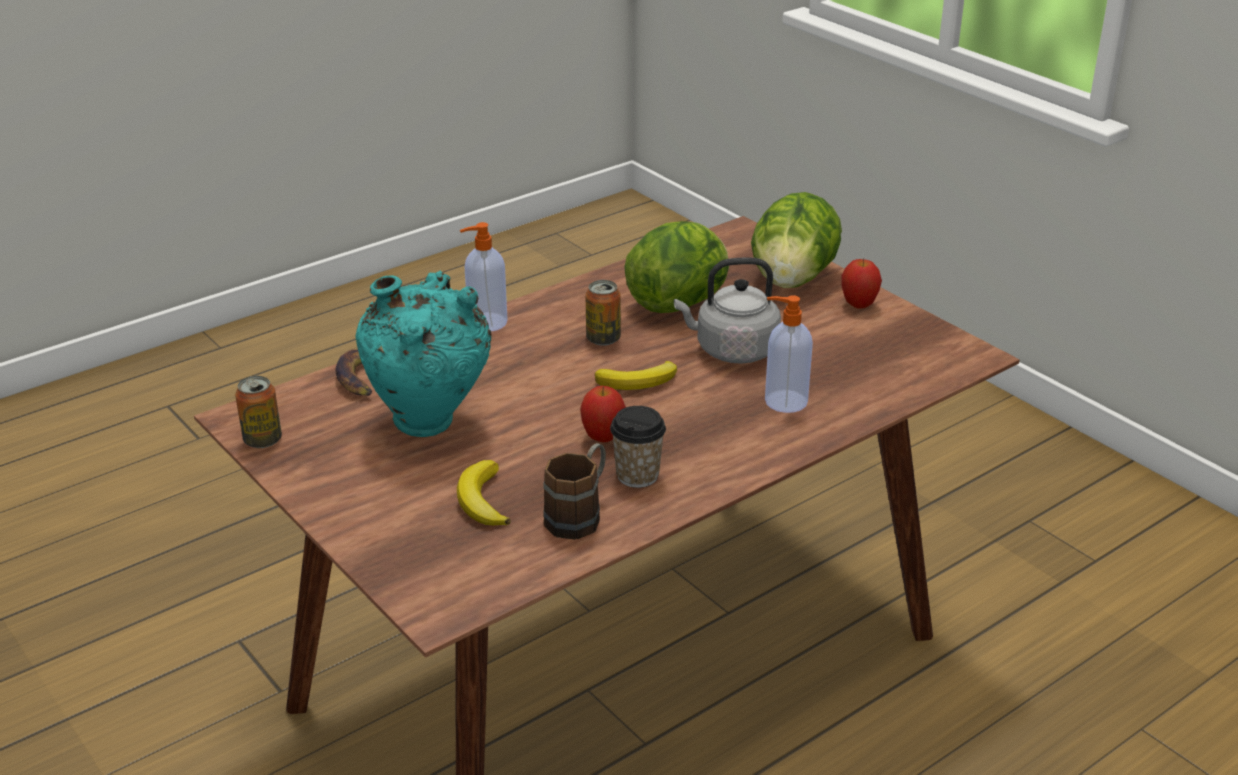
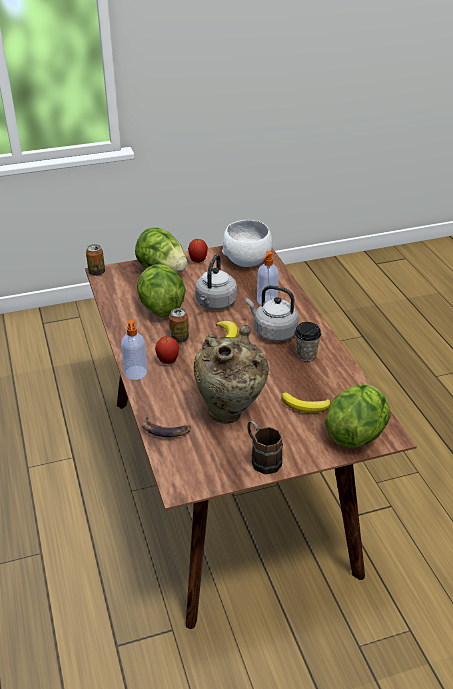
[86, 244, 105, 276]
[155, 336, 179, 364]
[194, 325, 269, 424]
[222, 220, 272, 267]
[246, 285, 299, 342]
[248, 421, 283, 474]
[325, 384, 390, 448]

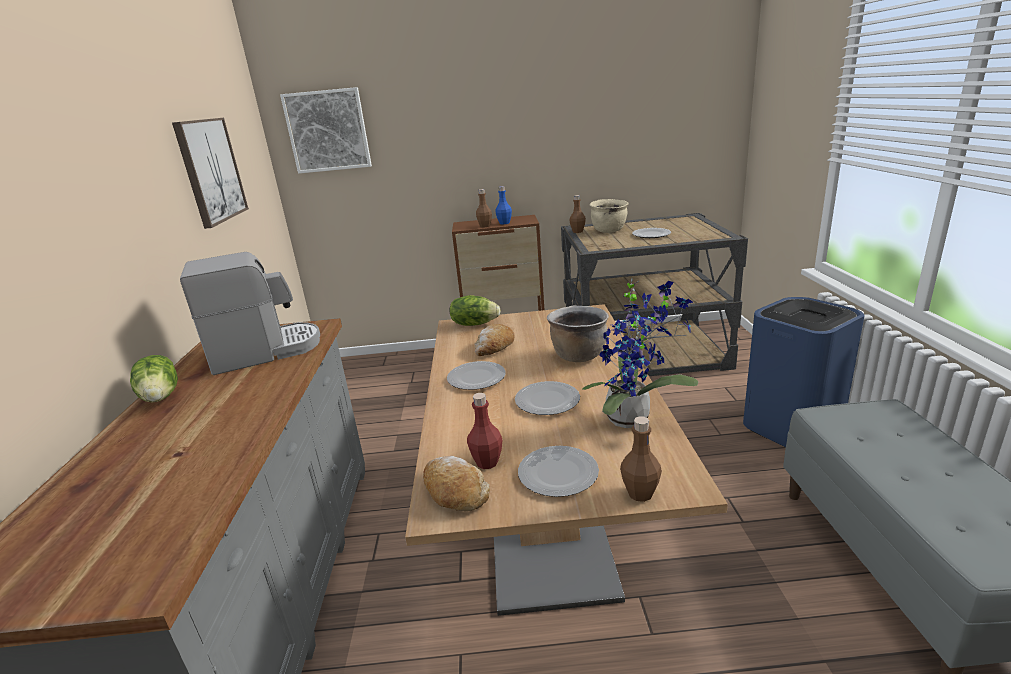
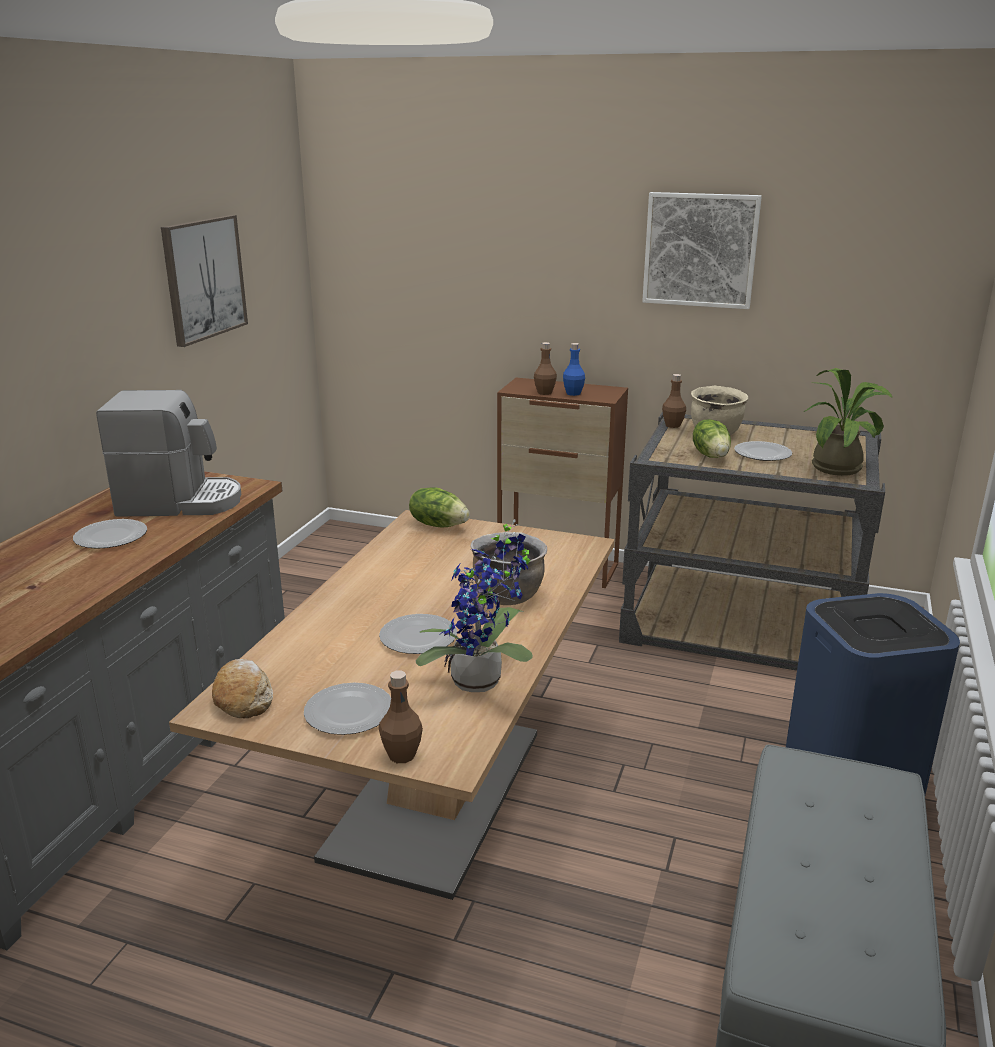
[73, 519, 147, 549]
[642, 192, 762, 309]
[693, 419, 731, 458]
[803, 368, 892, 476]
[467, 393, 503, 469] (first image)
[475, 324, 515, 356] (first image)

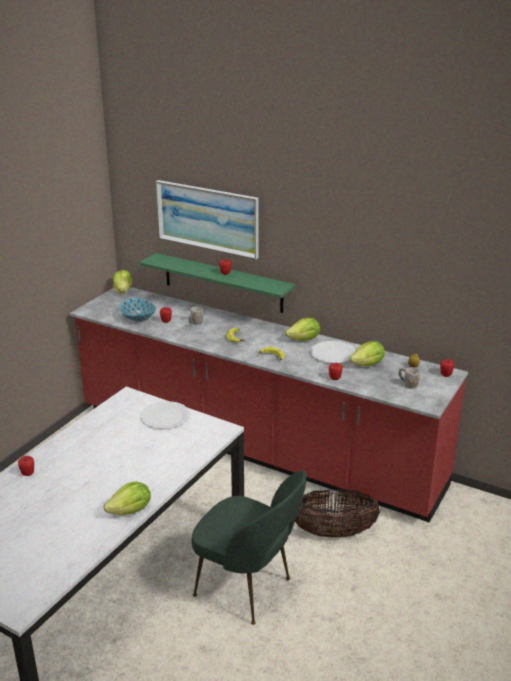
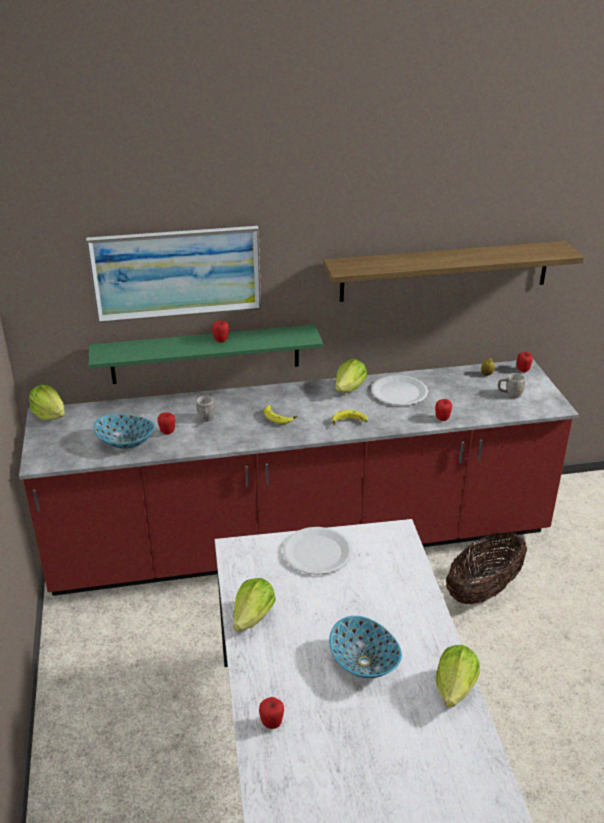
[233, 578, 276, 631]
[323, 241, 584, 302]
[329, 616, 402, 678]
[192, 470, 306, 625] (first image)

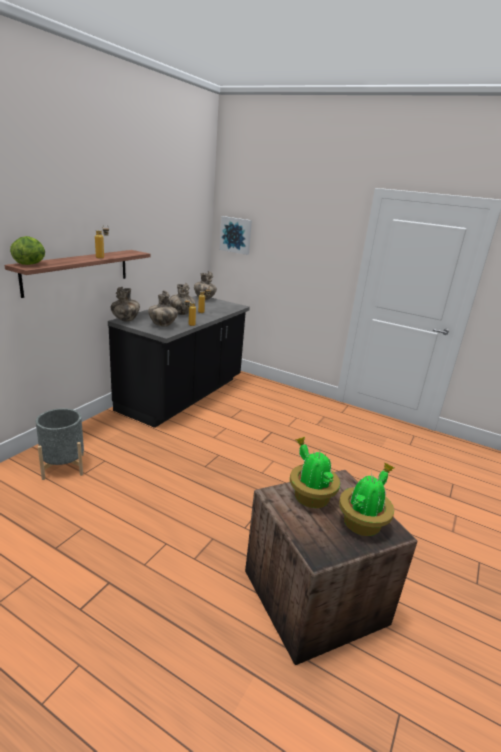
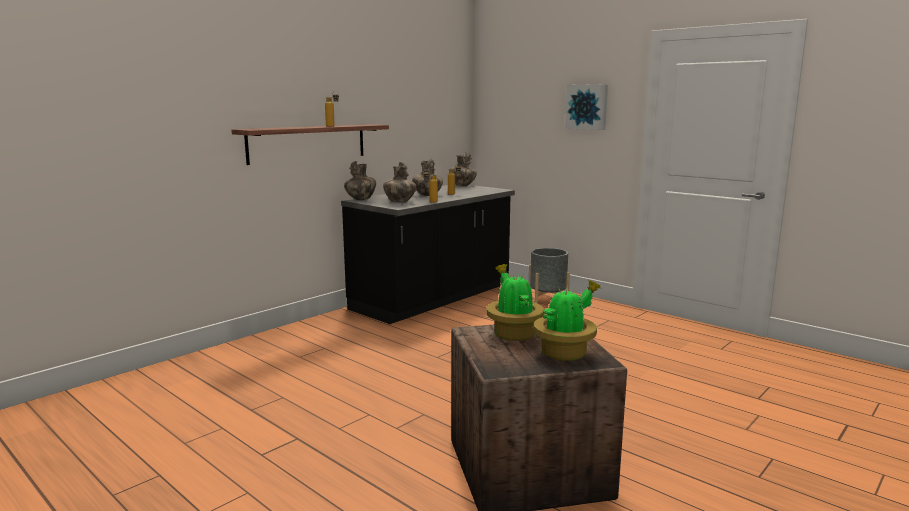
[529, 248, 570, 303]
[565, 84, 608, 130]
[10, 236, 45, 265] (first image)

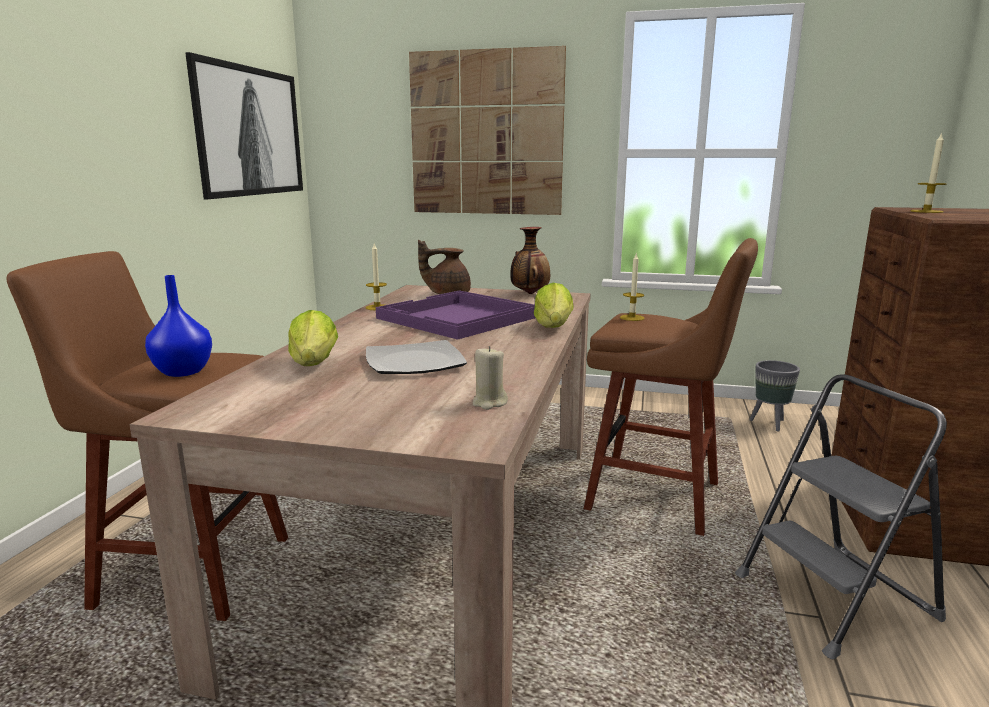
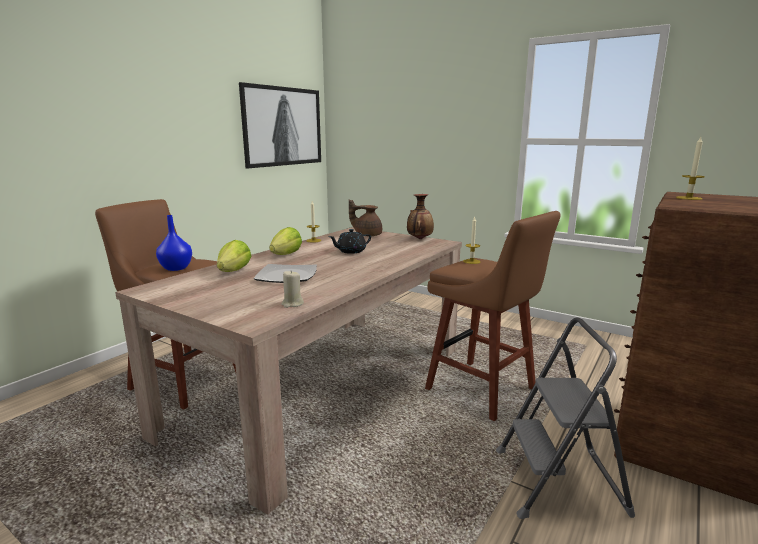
[269, 227, 302, 255]
[328, 229, 371, 254]
[409, 46, 566, 215] (first image)
[749, 360, 800, 432] (first image)

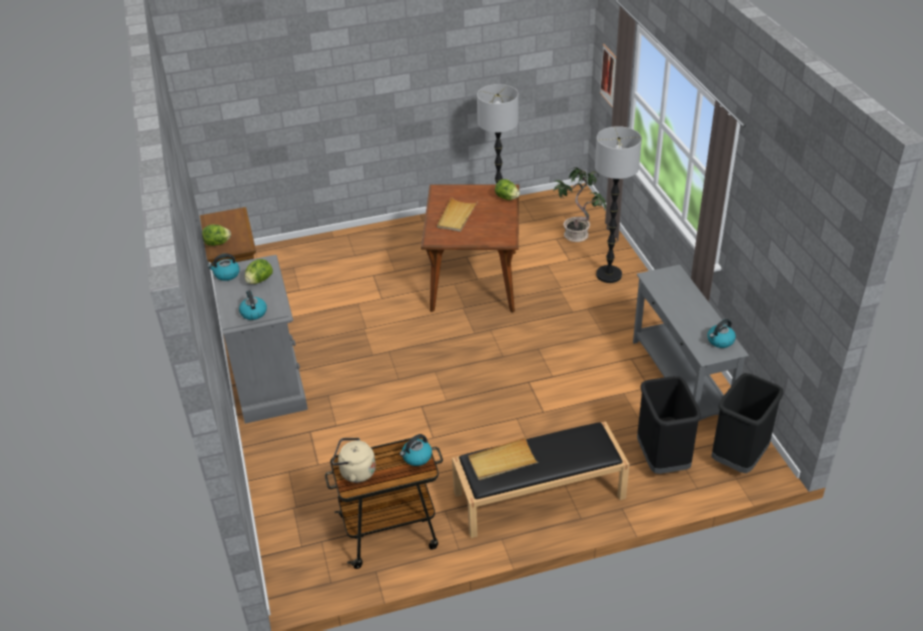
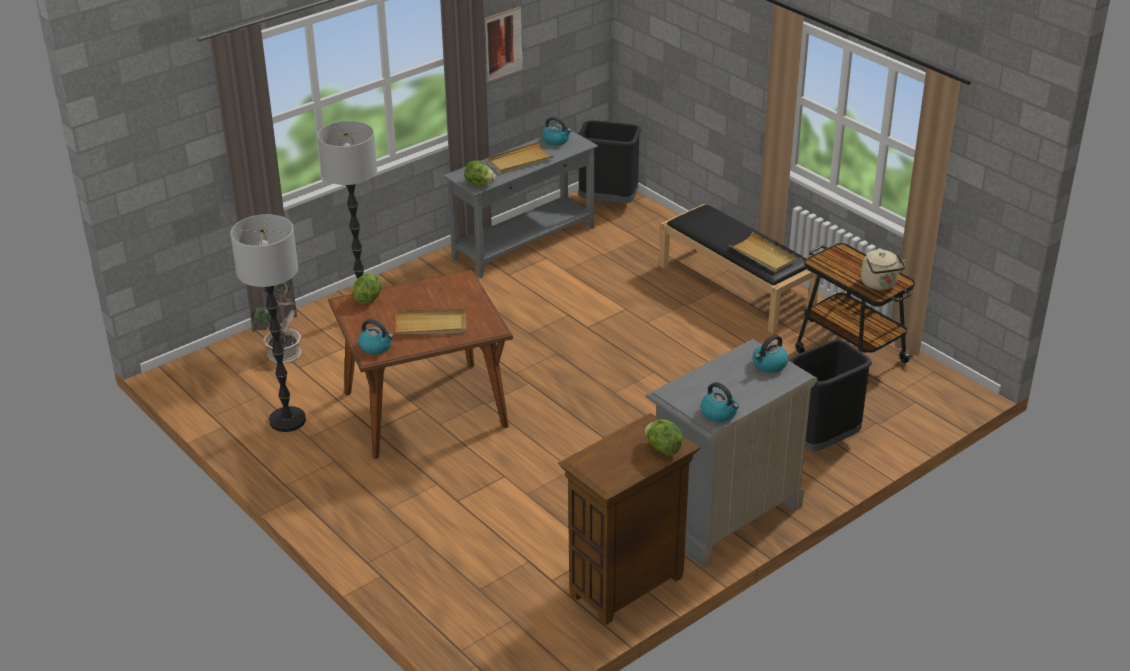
[358, 319, 393, 354]
[464, 160, 496, 186]
[485, 6, 523, 82]
[487, 142, 554, 174]
[789, 339, 872, 452]

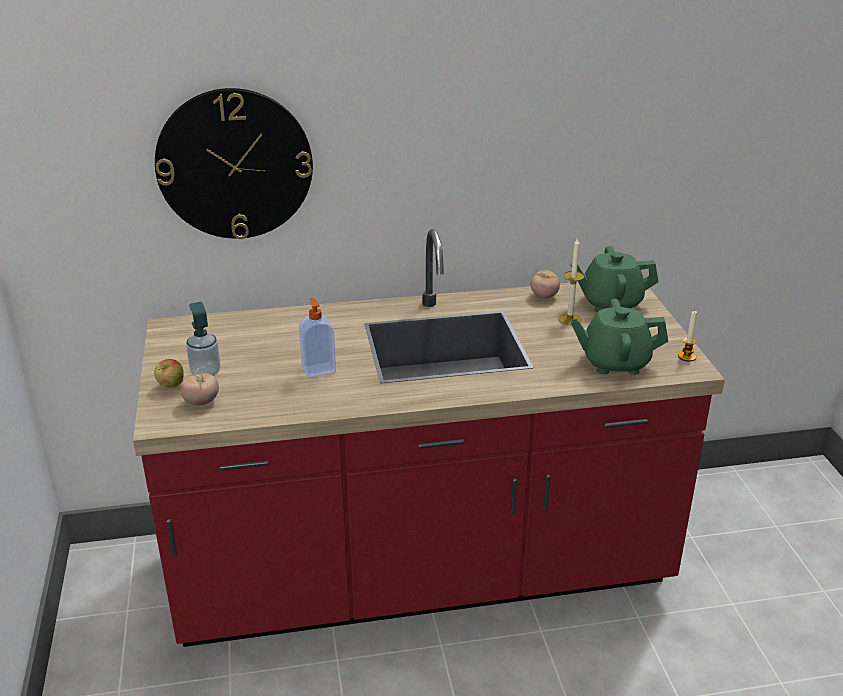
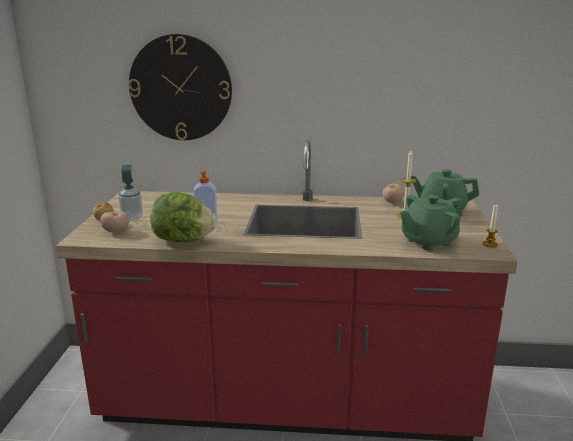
[151, 192, 216, 242]
[400, 195, 462, 251]

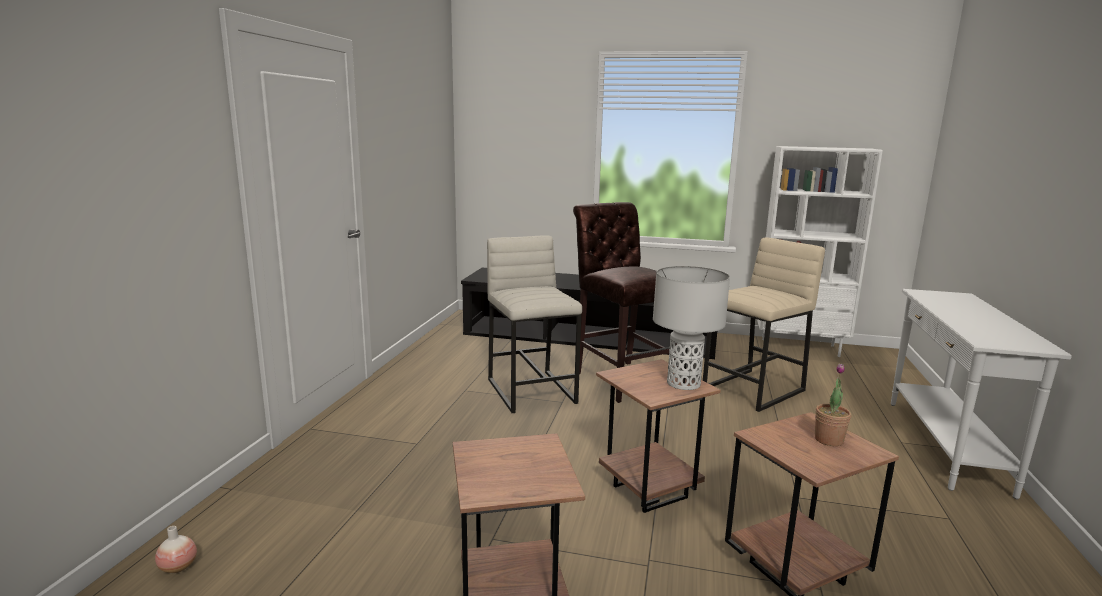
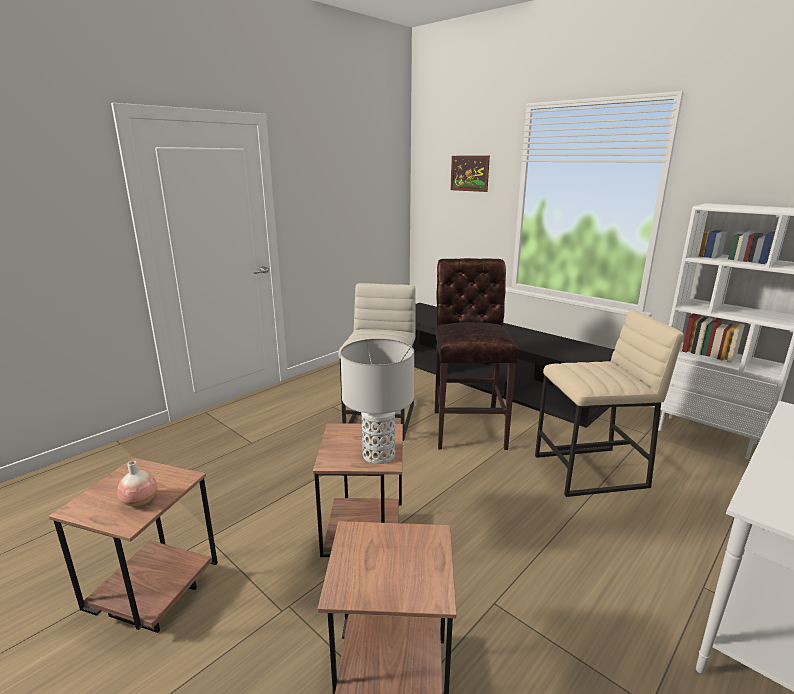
[117, 461, 157, 507]
[450, 155, 490, 192]
[815, 364, 851, 446] (first image)

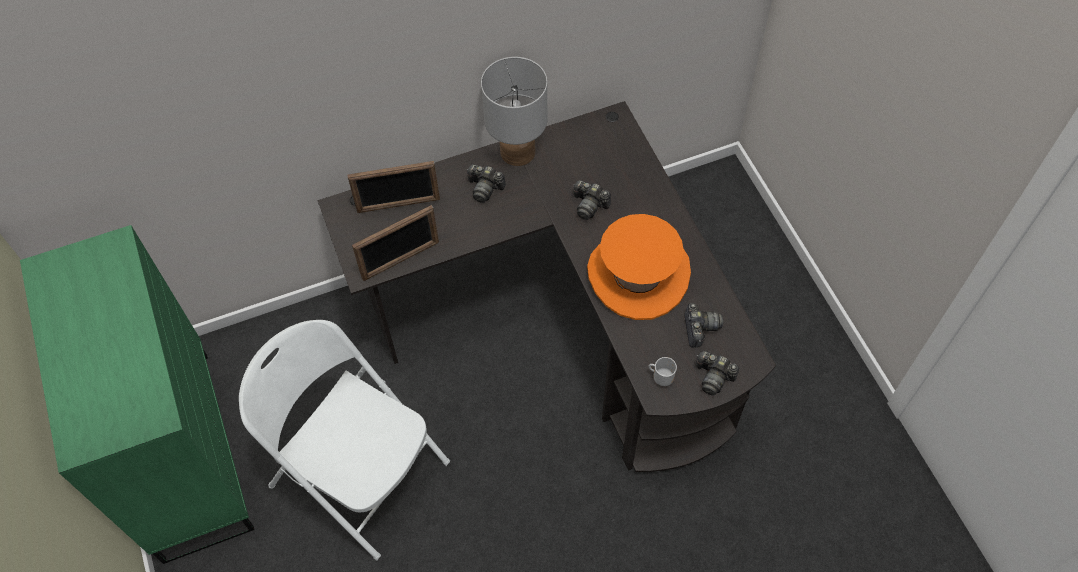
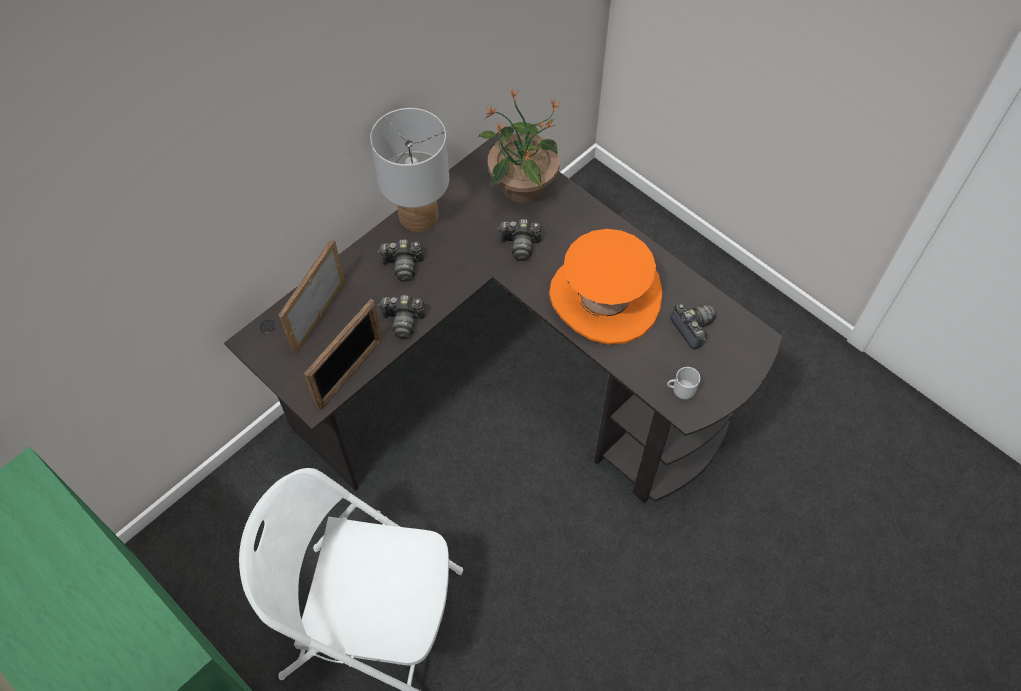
[278, 239, 345, 354]
[378, 295, 426, 338]
[478, 88, 560, 203]

